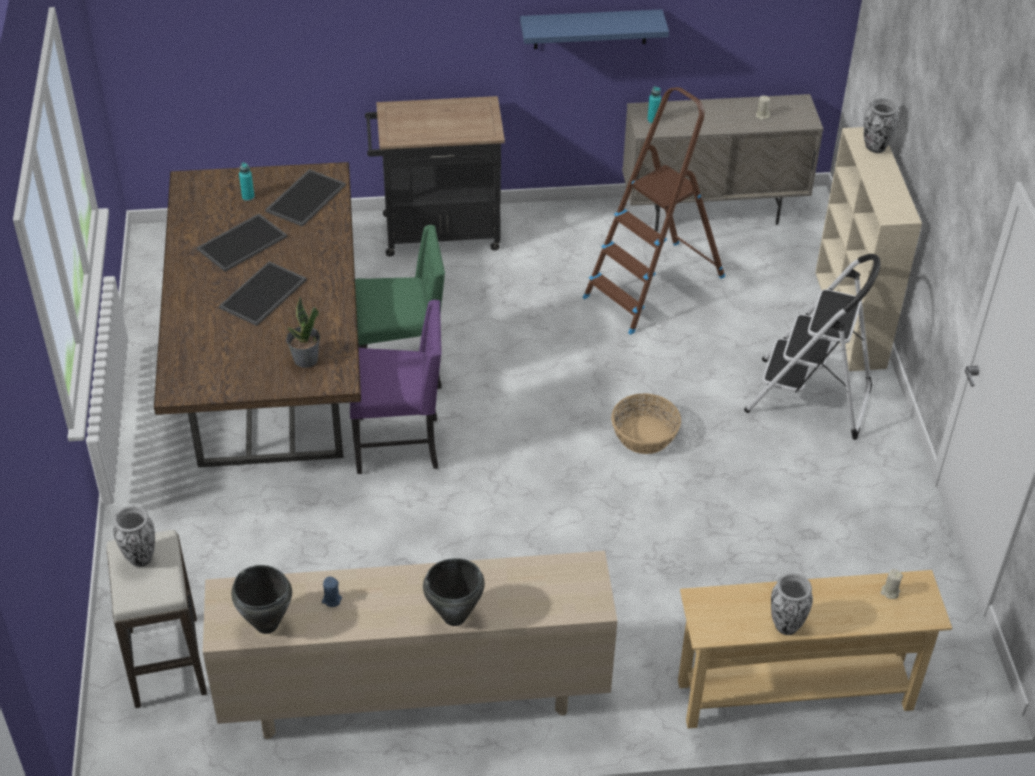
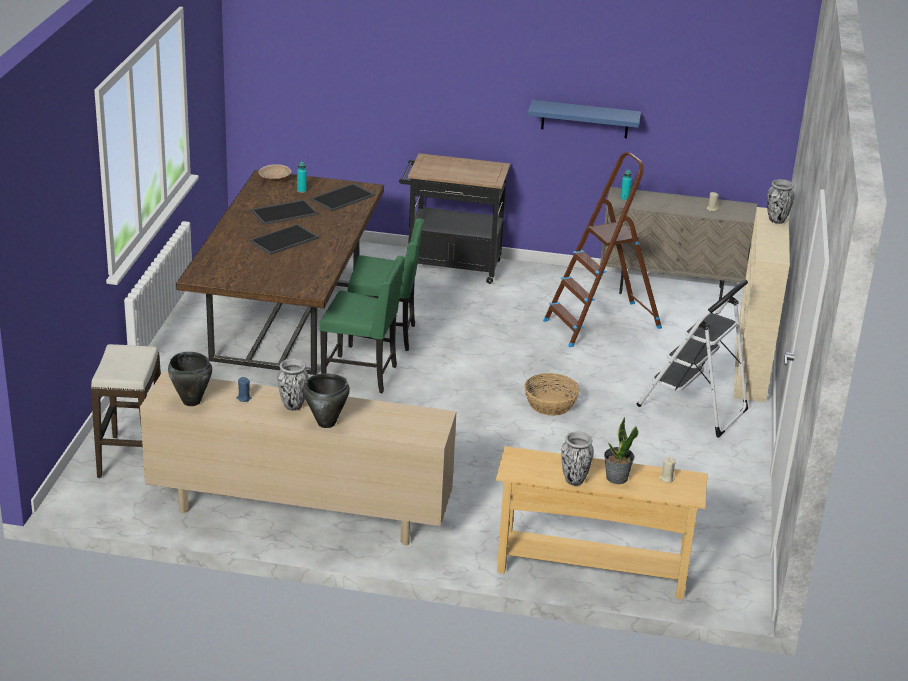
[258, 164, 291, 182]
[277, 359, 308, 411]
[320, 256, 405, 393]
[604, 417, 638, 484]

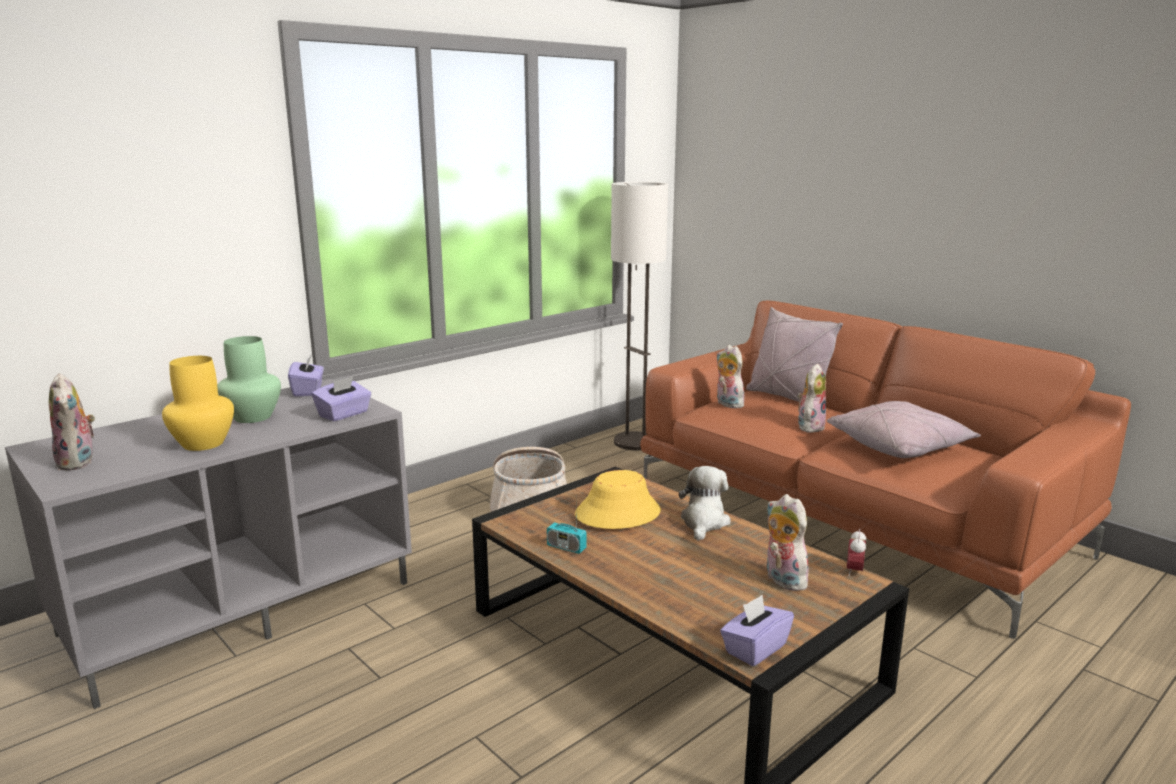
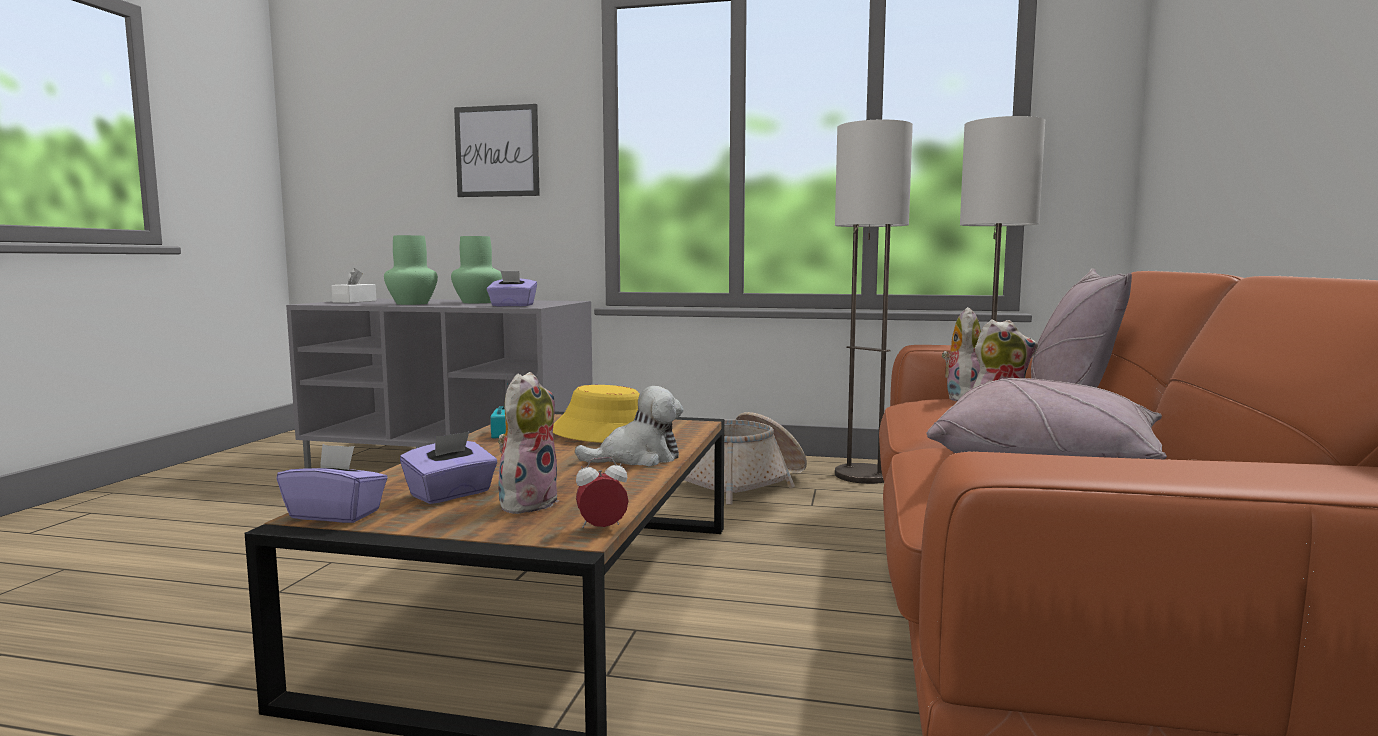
[332, 268, 377, 303]
[384, 235, 438, 305]
[400, 431, 497, 504]
[454, 104, 540, 197]
[835, 119, 913, 484]

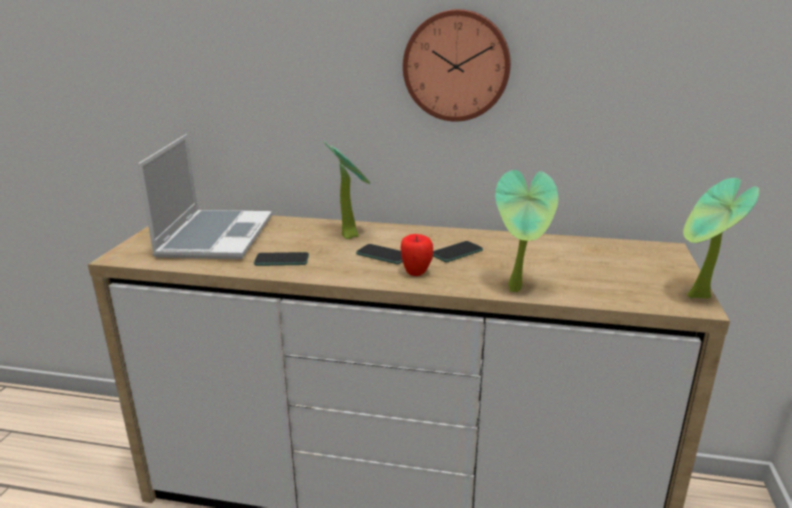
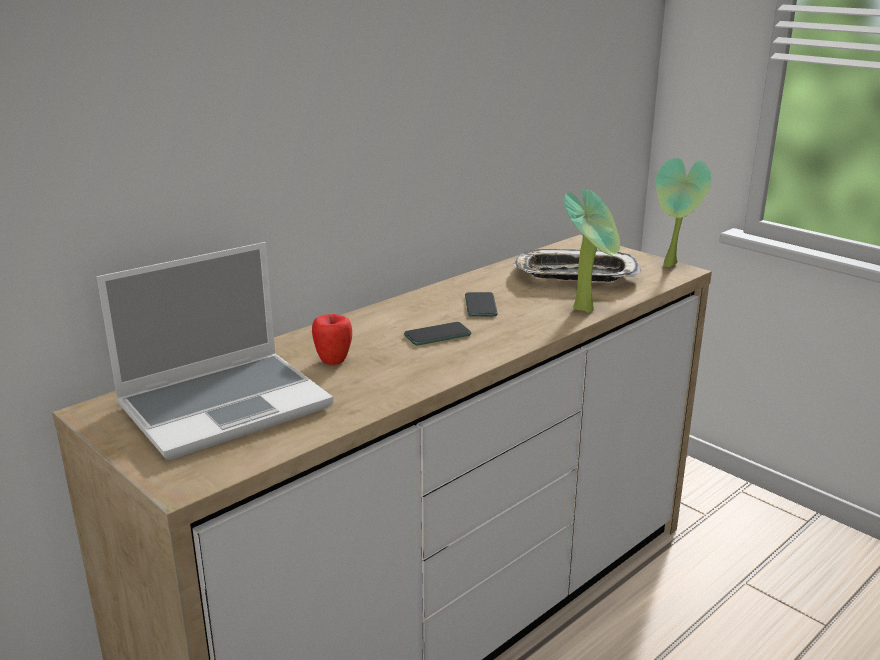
[97, 242, 333, 460]
[312, 314, 352, 365]
[513, 249, 641, 282]
[254, 252, 309, 266] (first image)
[324, 141, 370, 239] (first image)
[403, 9, 511, 122] (first image)

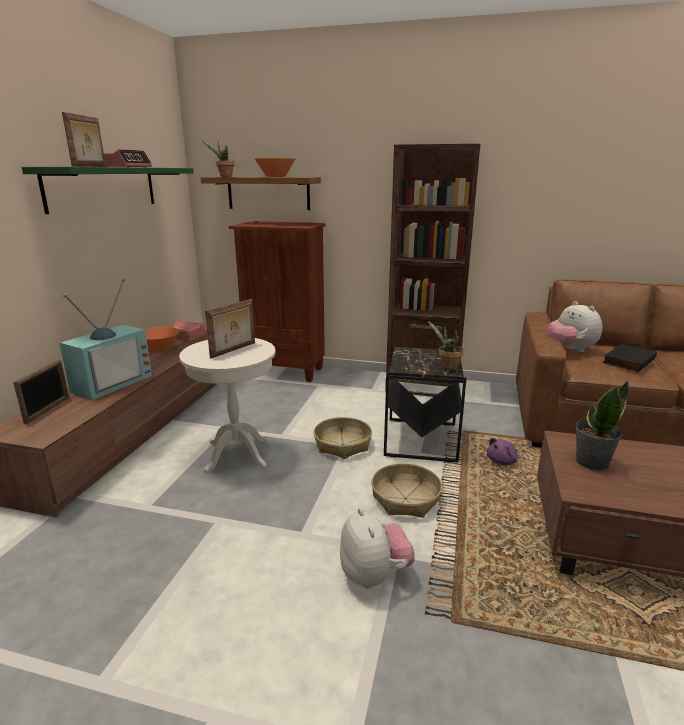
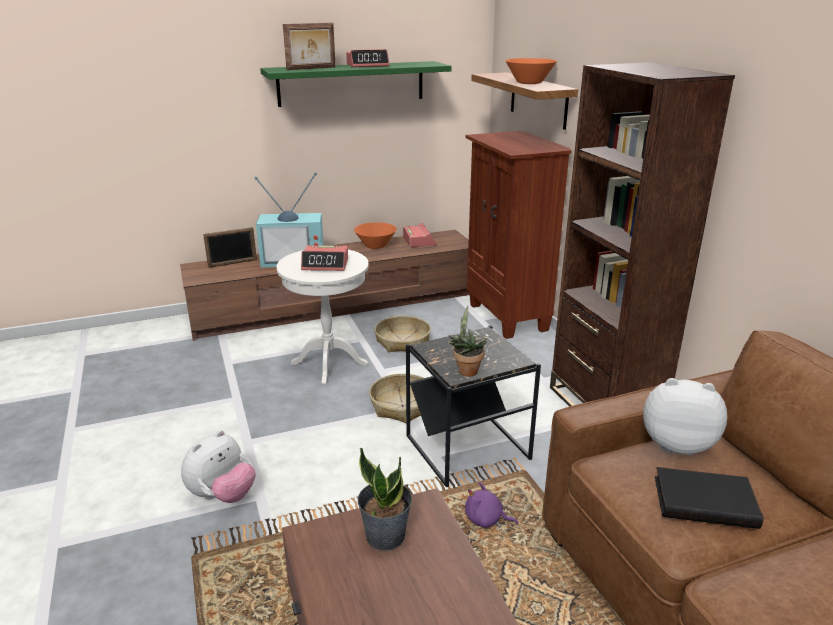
[301, 245, 348, 271]
[375, 316, 431, 352]
[643, 378, 727, 455]
[203, 140, 234, 177] (first image)

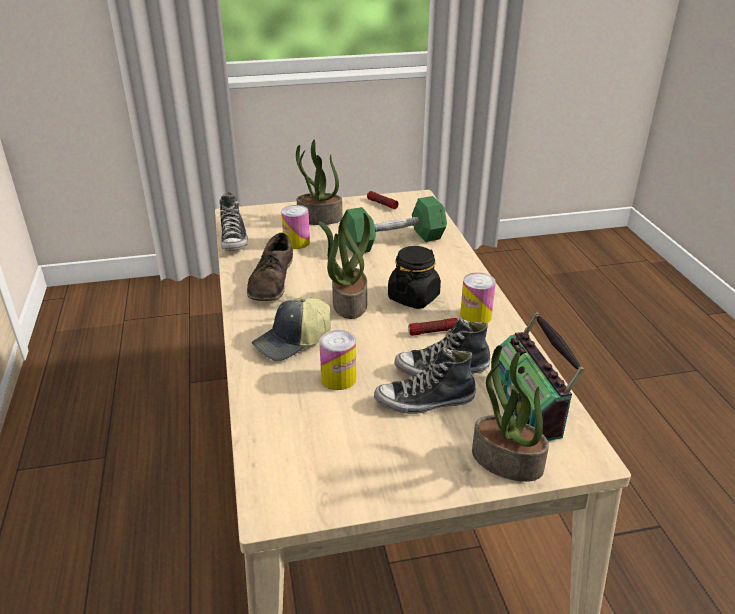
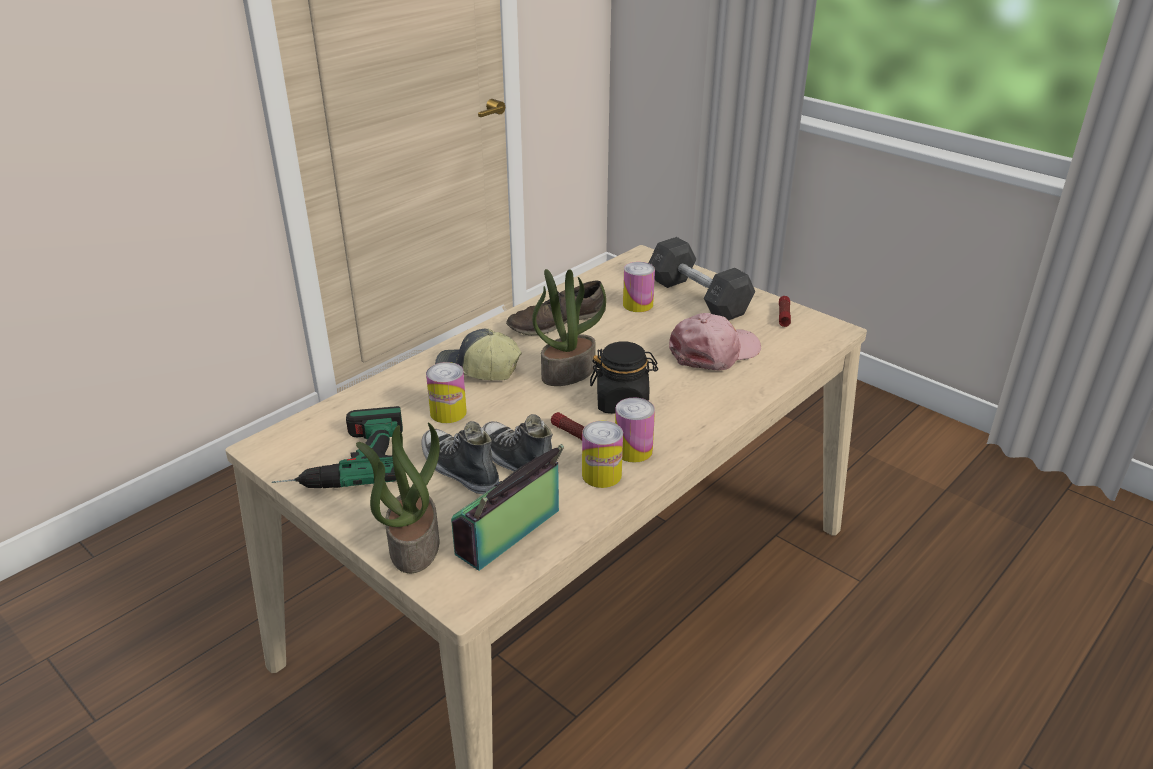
[272, 406, 403, 488]
[582, 421, 623, 488]
[649, 237, 755, 321]
[669, 313, 761, 370]
[219, 191, 248, 251] (first image)

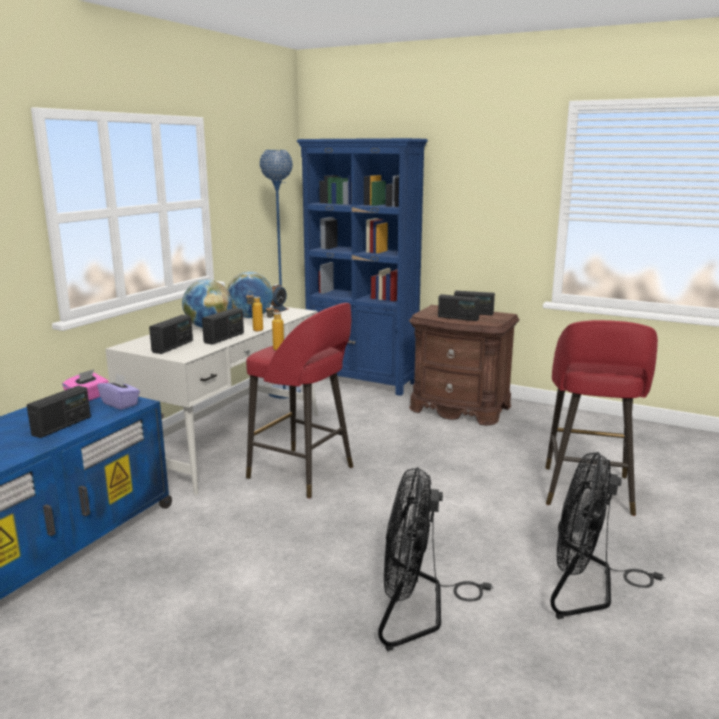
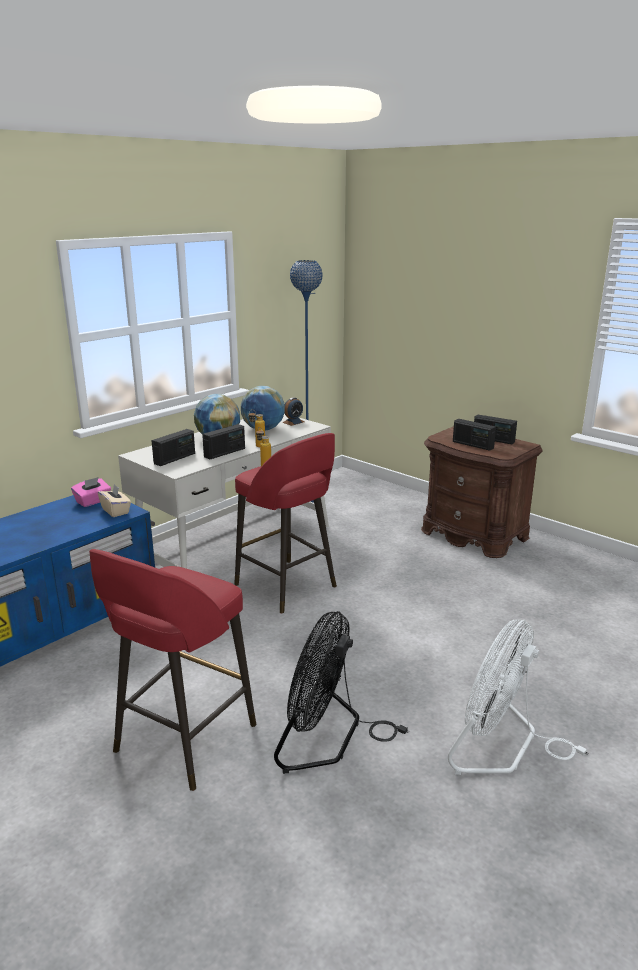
[89, 549, 256, 791]
[98, 484, 131, 517]
[448, 620, 588, 775]
[27, 386, 91, 438] (first image)
[297, 138, 428, 396] (first image)

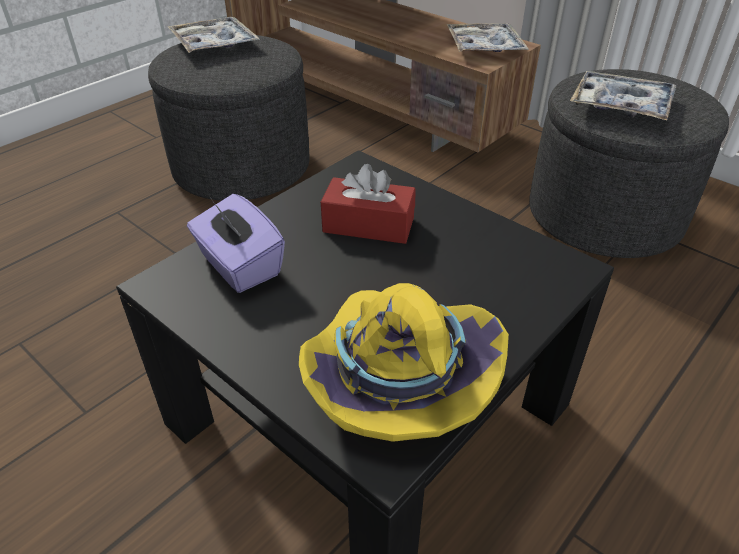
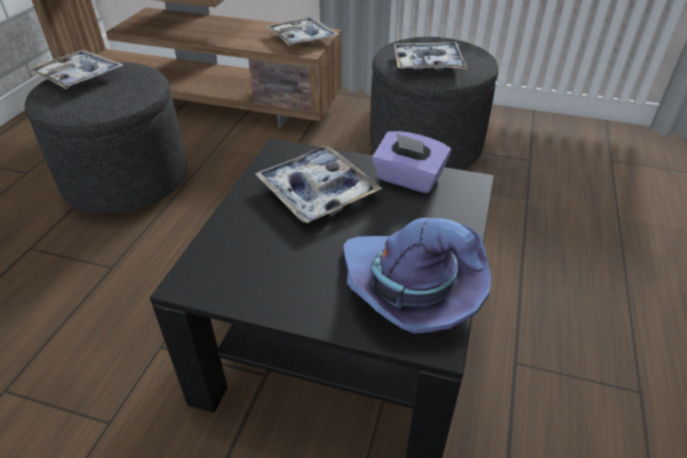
[255, 146, 382, 223]
[343, 218, 491, 334]
[372, 131, 451, 193]

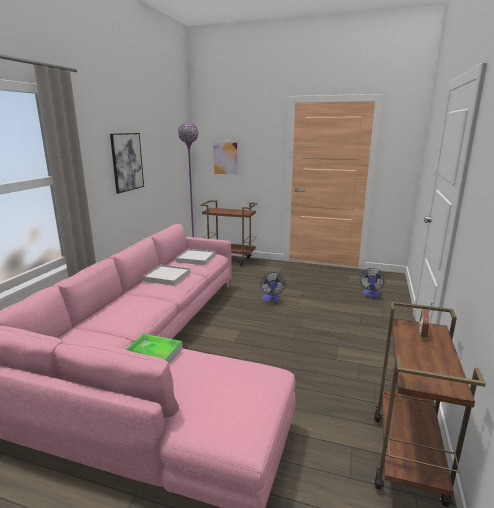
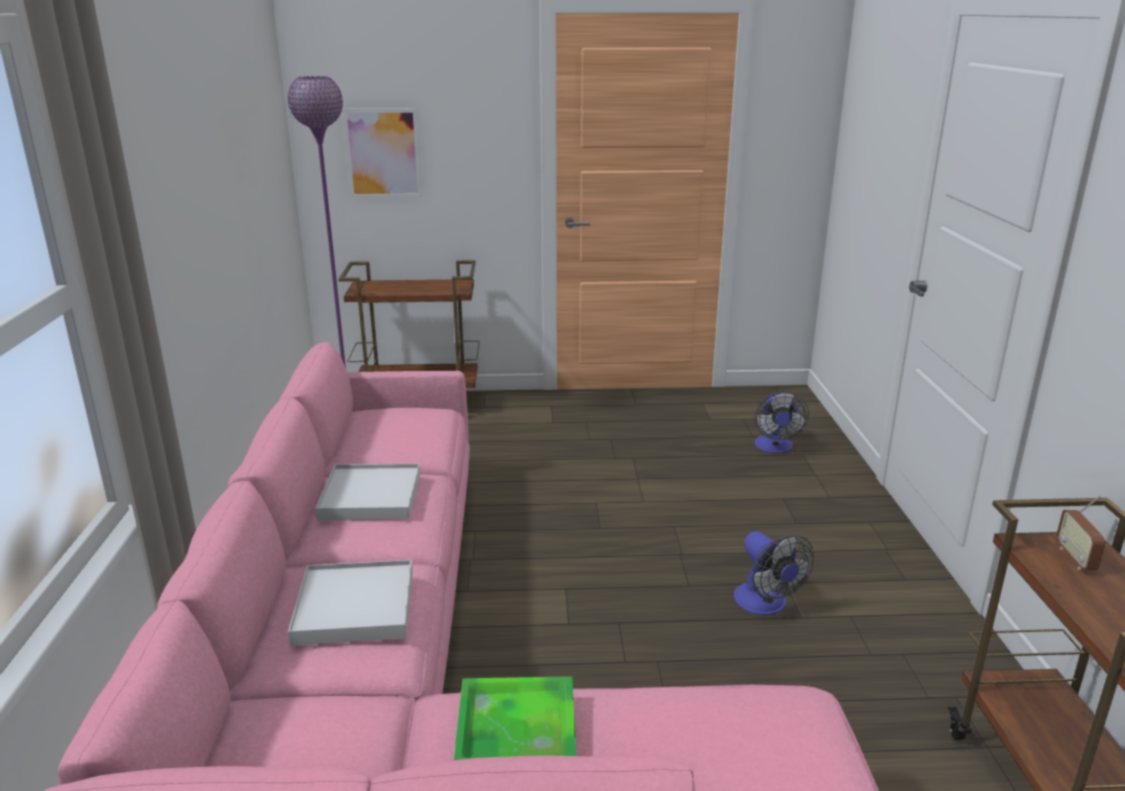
[288, 560, 413, 646]
[734, 531, 814, 615]
[110, 133, 144, 194] (first image)

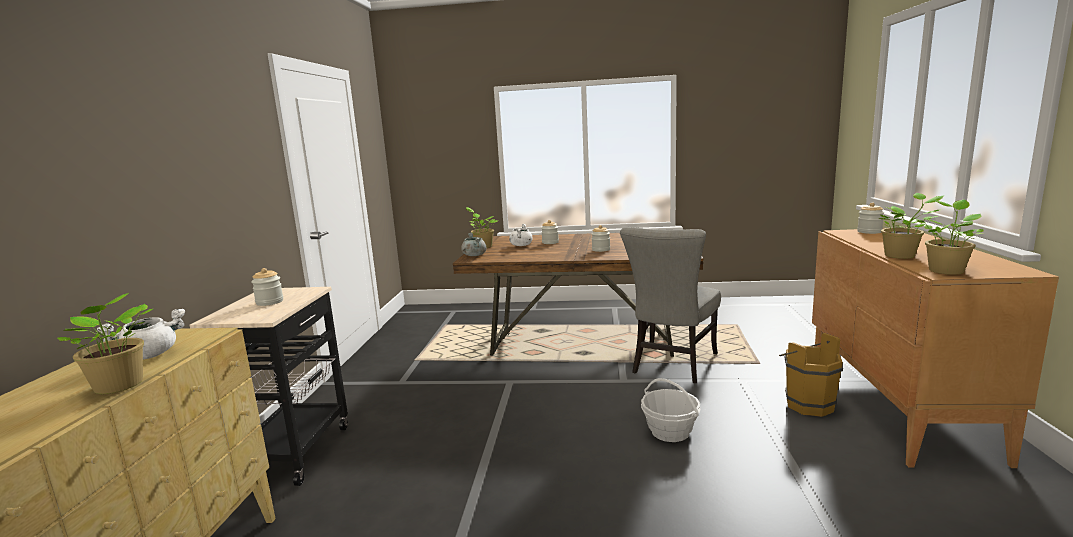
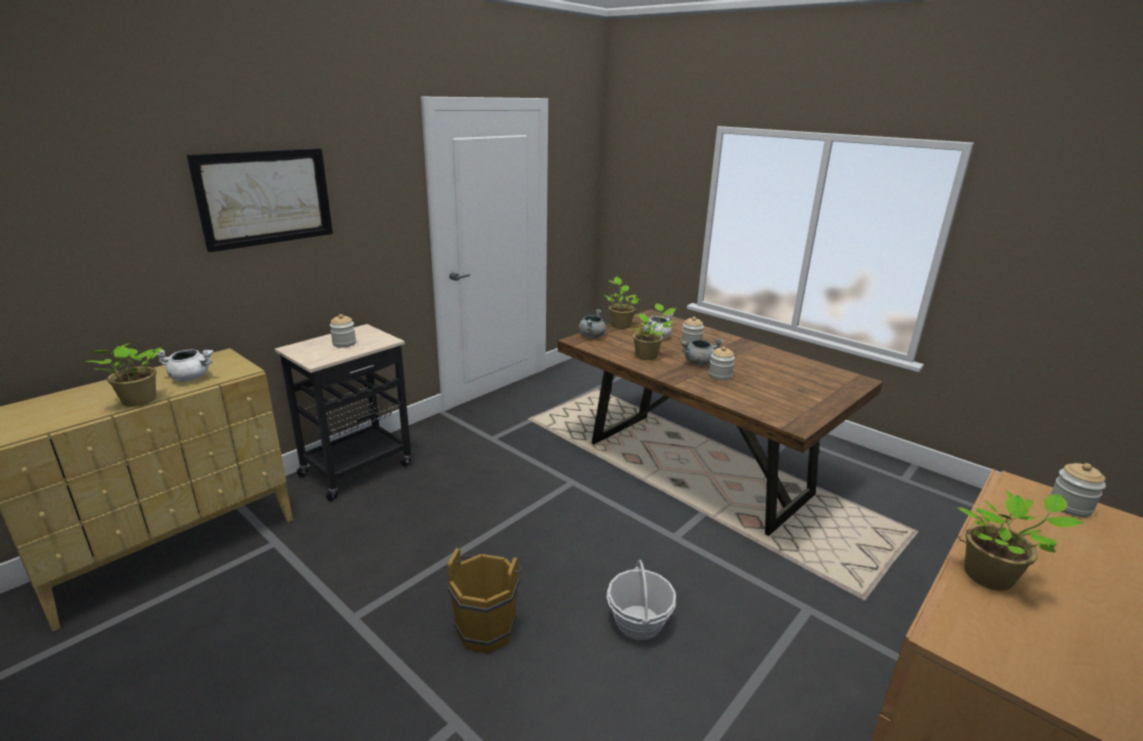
[187, 148, 333, 252]
[448, 548, 522, 654]
[631, 303, 676, 360]
[681, 338, 723, 366]
[620, 227, 721, 383] (first image)

